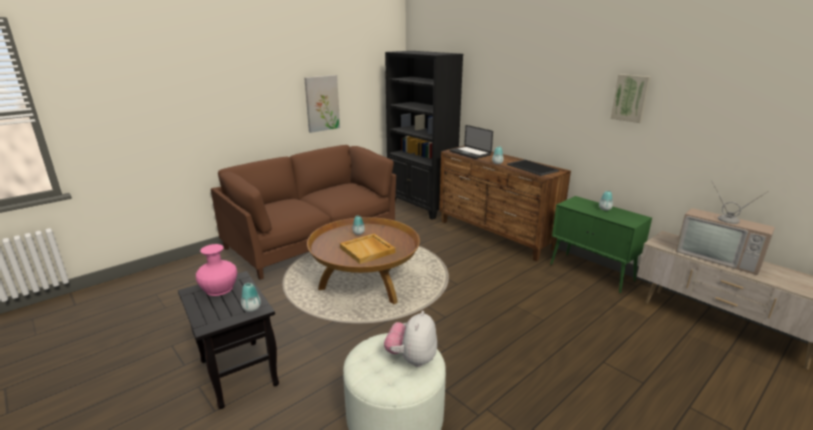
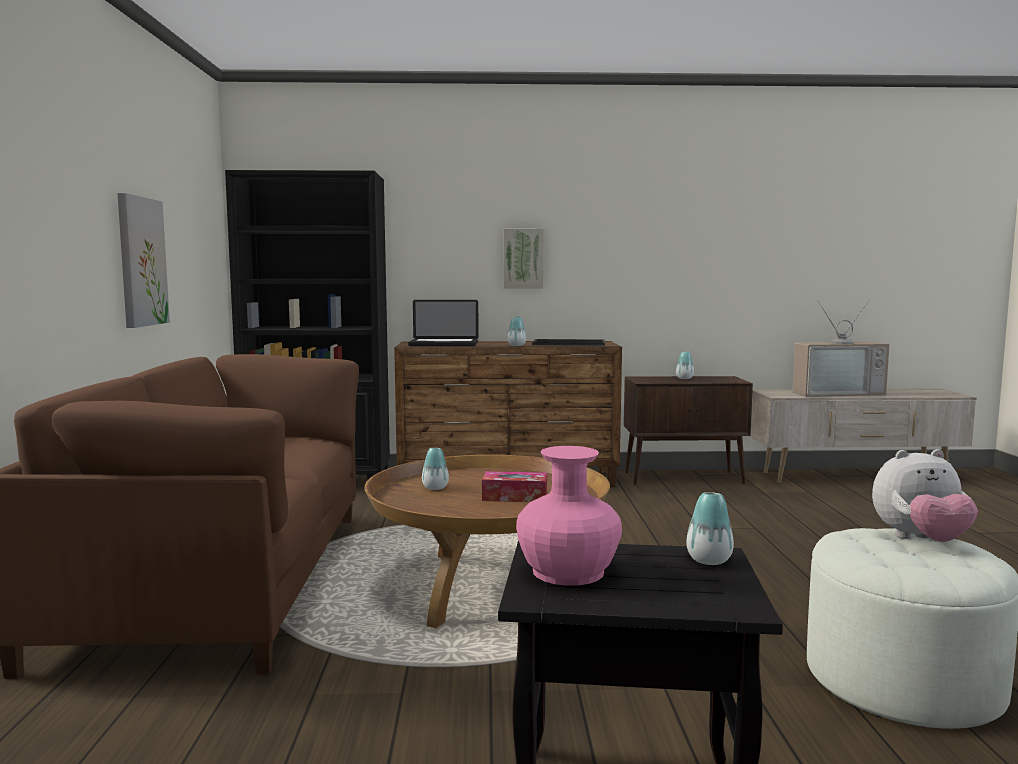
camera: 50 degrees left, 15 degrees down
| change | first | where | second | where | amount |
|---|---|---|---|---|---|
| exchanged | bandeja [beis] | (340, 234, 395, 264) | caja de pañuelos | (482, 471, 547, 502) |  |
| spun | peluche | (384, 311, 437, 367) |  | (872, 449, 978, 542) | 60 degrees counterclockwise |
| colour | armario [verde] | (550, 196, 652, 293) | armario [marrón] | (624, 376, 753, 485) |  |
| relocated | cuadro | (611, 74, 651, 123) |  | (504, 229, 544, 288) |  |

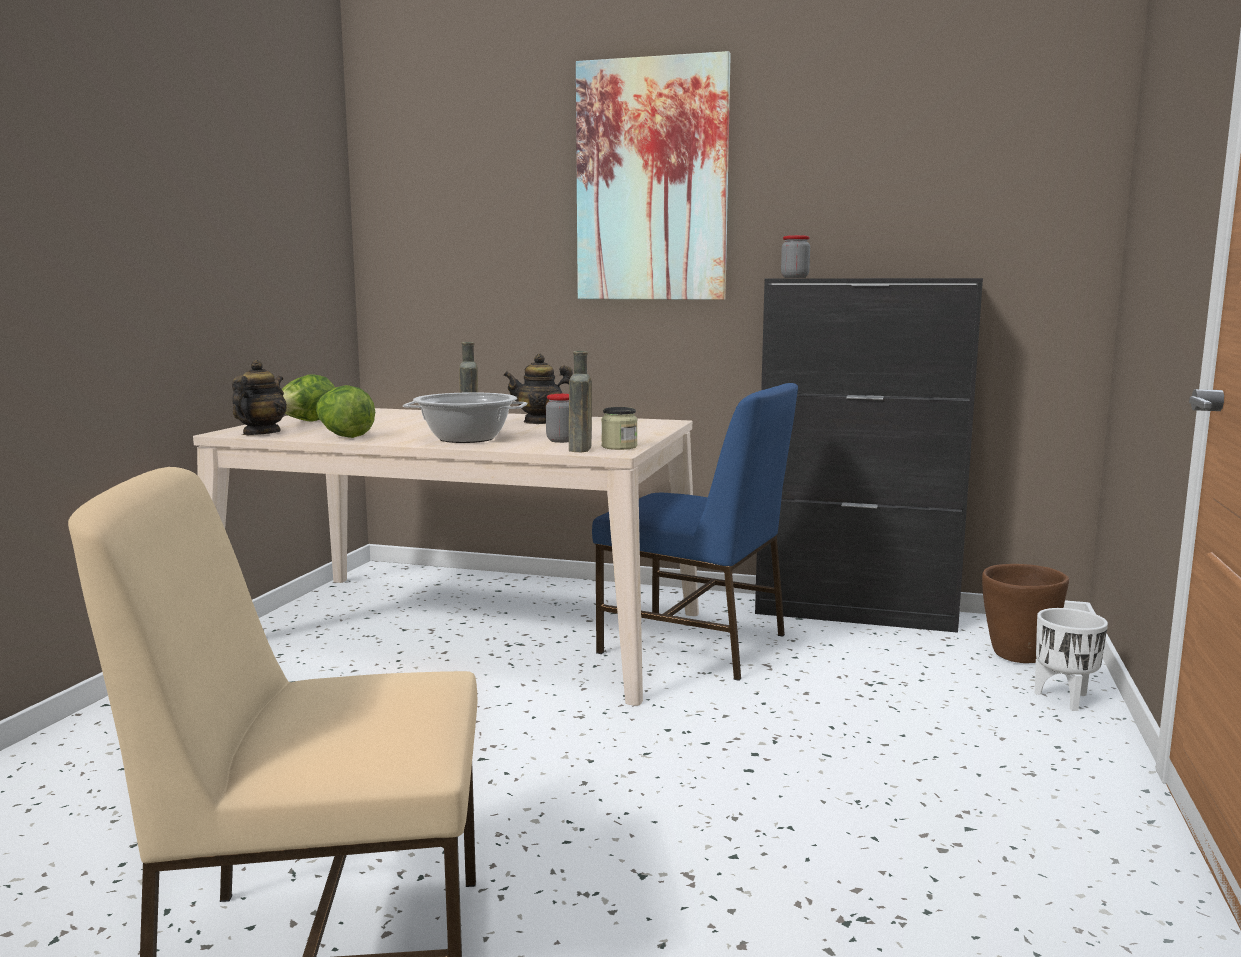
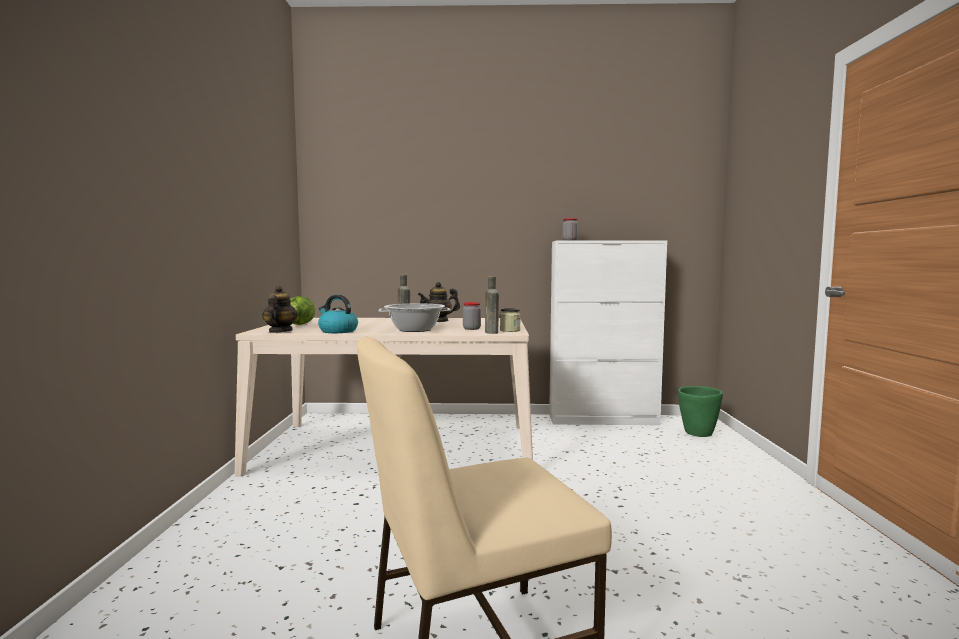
camera: 15 degrees left, 5 degrees down
| change | first | where | second | where | amount |
|---|---|---|---|---|---|
| exchanged | lechuga | (316, 385, 375, 438) | hervidor | (318, 295, 358, 333) |  |
| missing | cuadro | (576, 51, 731, 300) |  |  |  |
| missing | silla [azul] | (592, 383, 798, 681) |  |  |  |
| colour | armario [negro] | (755, 278, 983, 633) | armario [blanco] | (549, 241, 667, 425) |  |
| colour | maceta [marrón] | (982, 564, 1069, 663) | maceta [verde] | (678, 386, 723, 437) |  |
| missing | maceta [blanco] | (1035, 608, 1108, 711) |  |  |  |

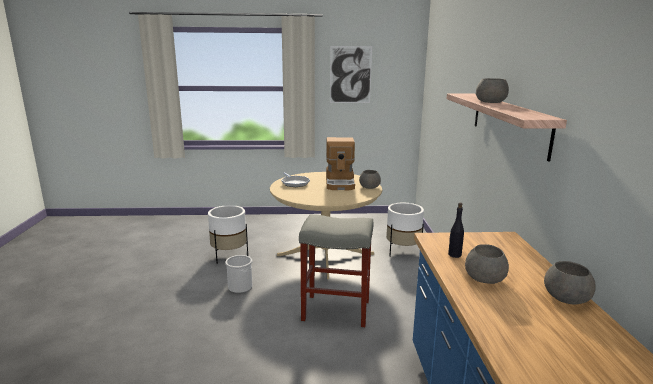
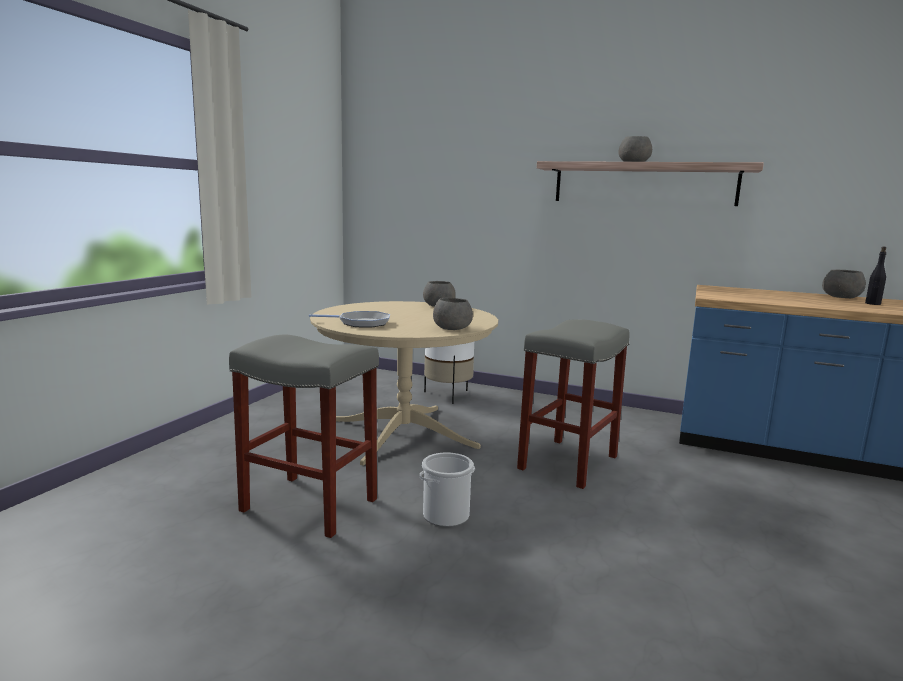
camera: 65 degrees left, 5 degrees down
| change | first | where | second | where | amount |
|---|---|---|---|---|---|
| exchanged | maceta [blanco] | (208, 205, 248, 264) | taburete [gris] | (229, 335, 379, 538) |  |
| missing | cafetera | (326, 137, 355, 190) |  |  |  |
| missing | cuadro | (330, 46, 372, 103) |  |  |  |
| relocated | botella [negro] | (448, 203, 464, 258) |  | (865, 247, 886, 305) |  |
| relocated | cuenco [gris] | (465, 244, 509, 284) |  | (433, 297, 473, 330) |  |

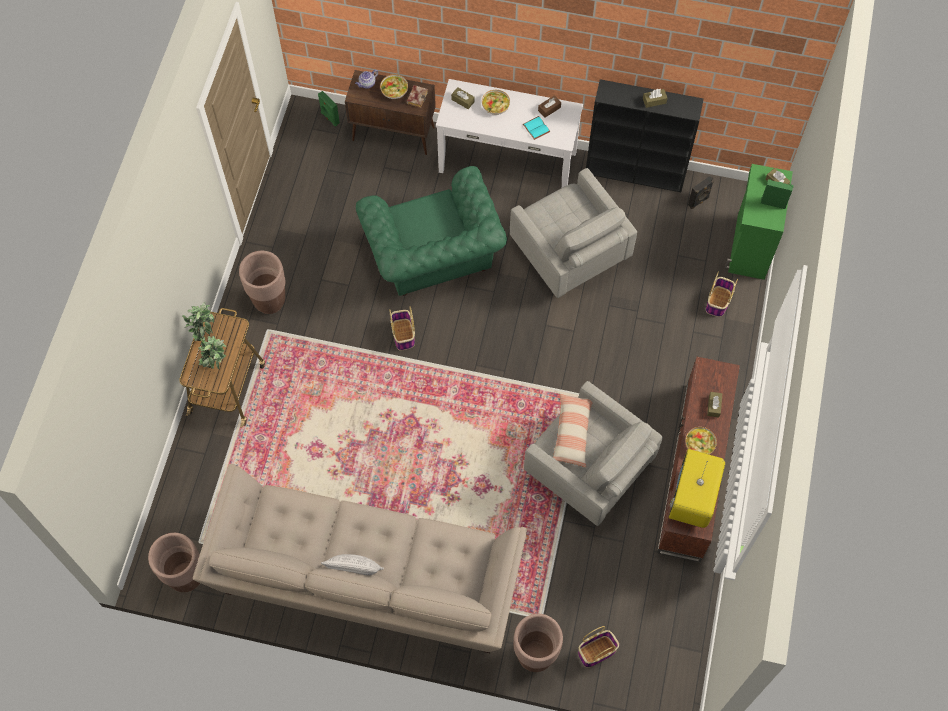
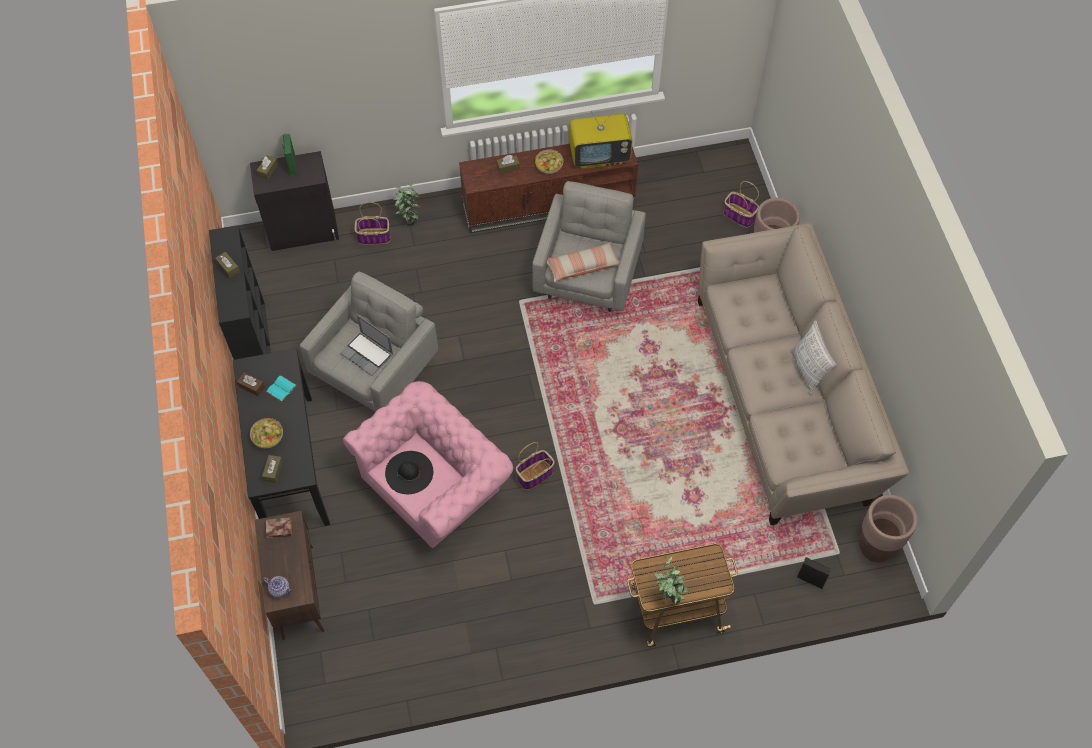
camera: 115 degrees left, 5 degrees down
| change | first | where | second | where | amount |
|---|---|---|---|---|---|
| relocated | planta en maceta | (198, 336, 226, 369) |  | (393, 183, 420, 226) |  |
| missing | maceta [marrón] | (239, 251, 285, 314) |  |  |  |
| missing | altavoz [verde] | (318, 91, 340, 126) |  |  |  |
| colour | sillón [verde] | (356, 166, 507, 296) | sillón [rosa] | (343, 381, 513, 548) |  |
| missing | cuenco | (380, 74, 408, 99) |  |  |  |
| colour | mesa consola [blanco] | (436, 79, 583, 188) | mesa consola [negro] | (233, 348, 330, 526) |  |
| relocated | altavoz [negro] | (688, 176, 714, 209) |  | (797, 557, 832, 589) |  |
| colour | armario [verde] | (725, 164, 793, 280) | armario [negro] | (250, 151, 339, 251) |  |
| appeared |  |  | portátil | (340, 315, 393, 376) |  |
| appeared |  |  | sombrero [negro] | (385, 451, 433, 494) |  |

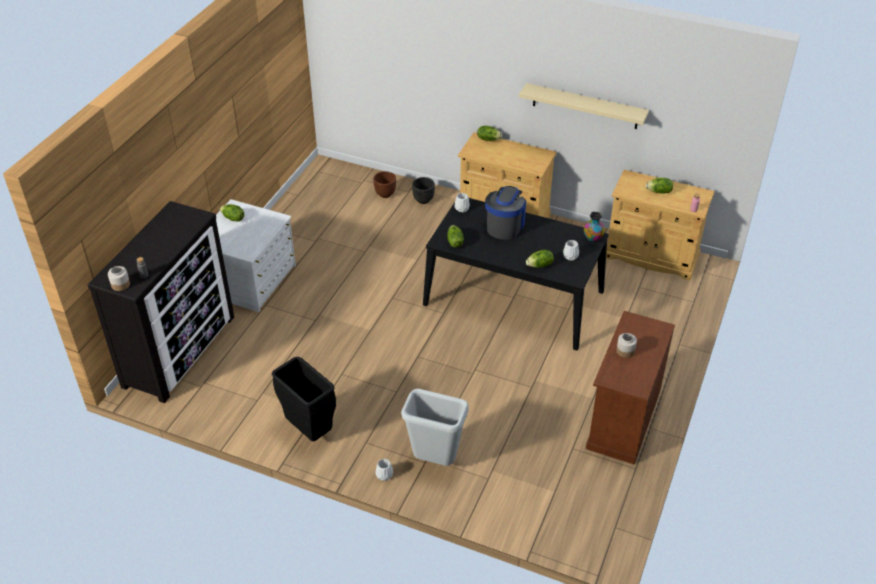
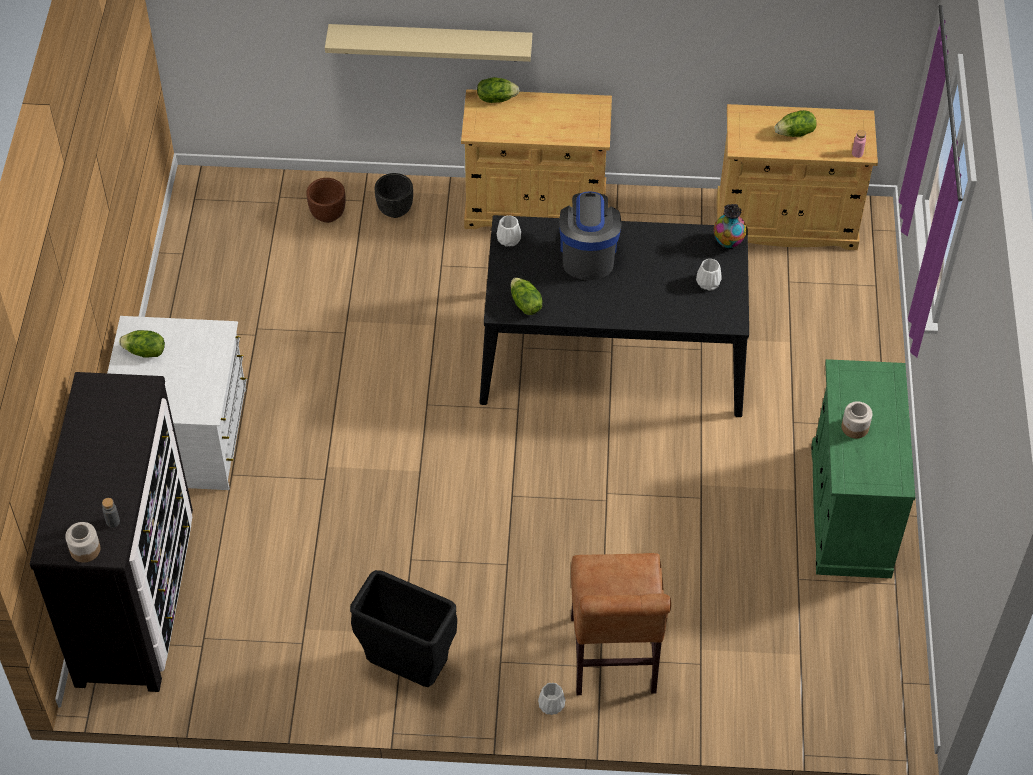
camera: 20 degrees left, 10 degrees up
| change | first | where | second | where | amount |
|---|---|---|---|---|---|
| exchanged | papelera [gris] | (401, 389, 469, 466) | silla [marrón] | (571, 553, 671, 695) |  |
| relocated | estante [beis] | (519, 83, 649, 129) |  | (325, 24, 532, 62) |  |
| missing | lechuga | (526, 250, 554, 267) |  |  |  |
| colour | armario [marrón] | (586, 311, 675, 464) | armario [verde] | (811, 359, 915, 578) |  |

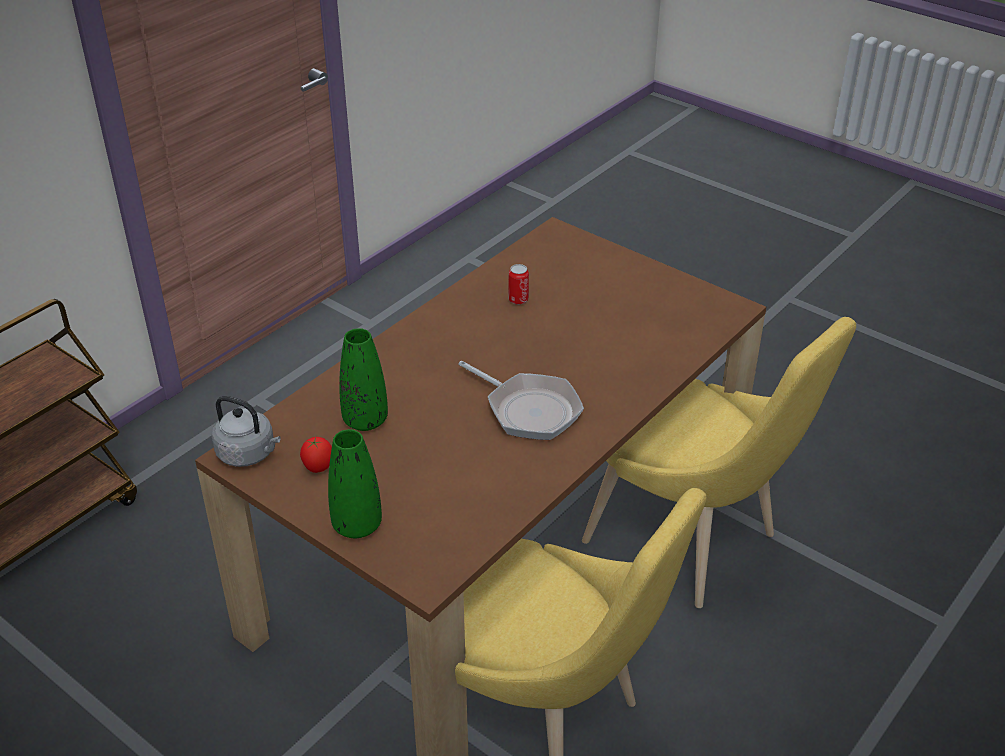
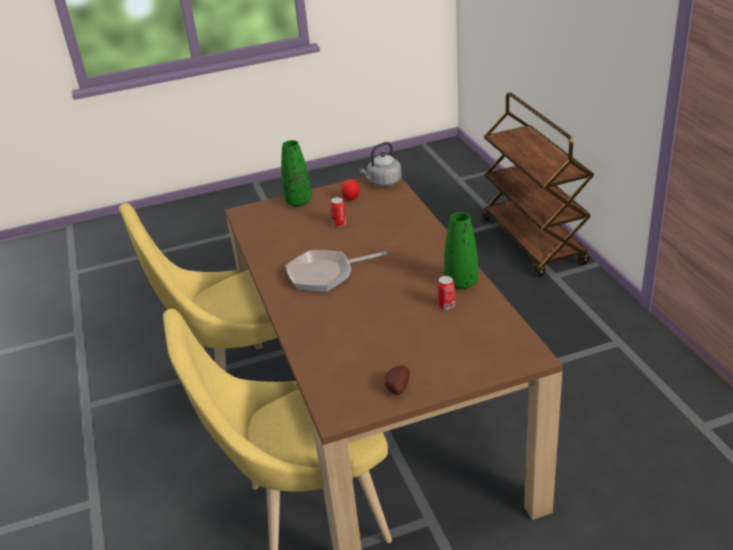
camera: 125 degrees right, 5 degrees down
| change | first | where | second | where | amount |
|---|---|---|---|---|---|
| relocated | florero [verde] | (339, 328, 388, 431) |  | (444, 212, 478, 289) |  |
| appeared |  |  | lata | (330, 197, 347, 227) |  |
| appeared |  |  | patata | (385, 365, 410, 395) |  |

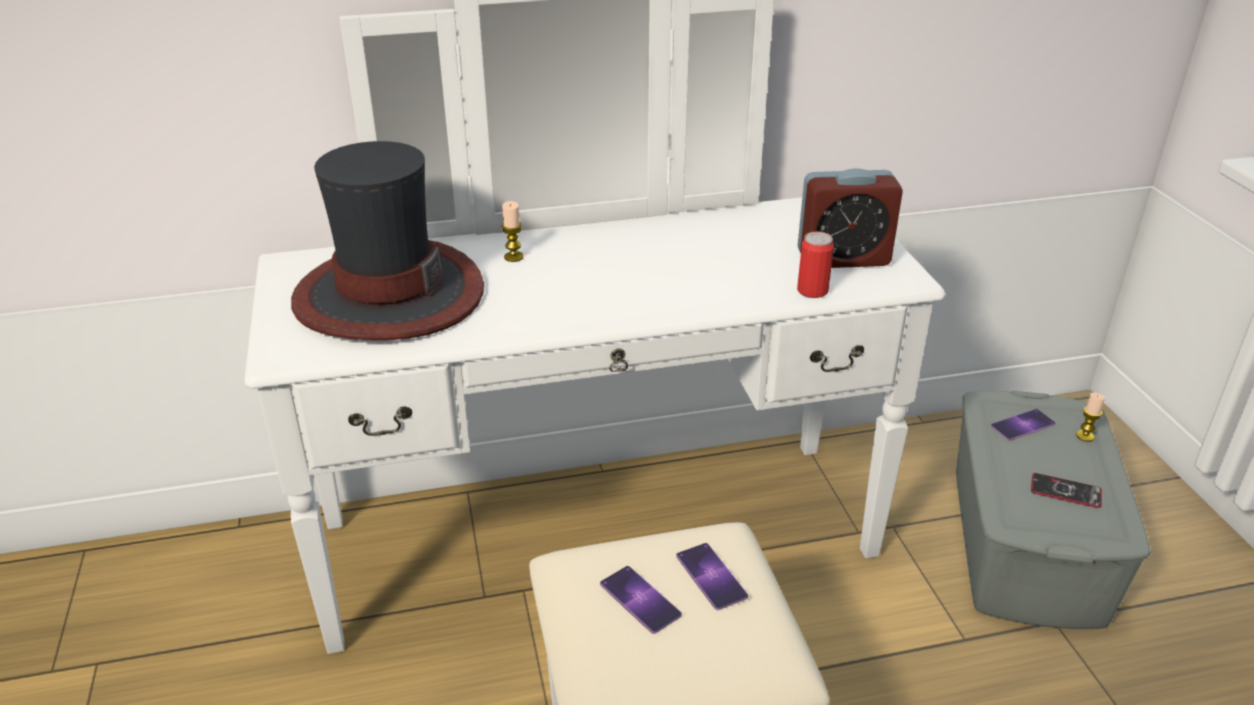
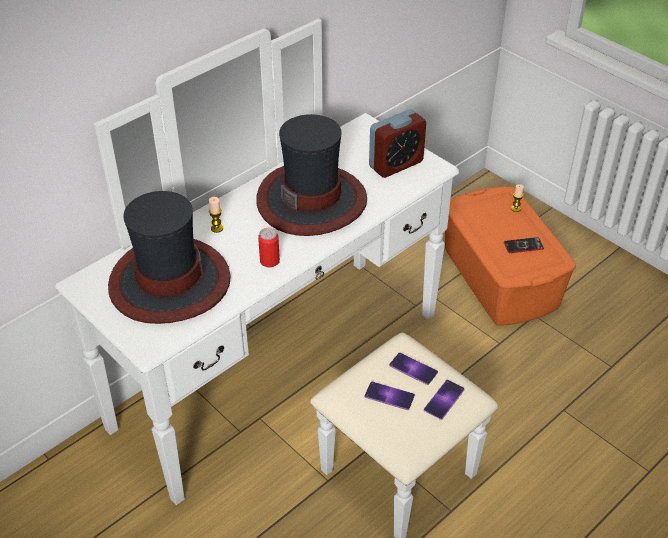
camera: 30 degrees left, 10 degrees up
| change | first | where | second | where | amount |
|---|---|---|---|---|---|
| relocated | lata | (797, 232, 834, 298) |  | (258, 228, 280, 267) |  |
| colour | caja de almacenaje [gris] | (956, 391, 1151, 629) | caja de almacenaje [naranja] | (445, 186, 576, 326) |  |
| relocated | móvil | (991, 409, 1055, 441) |  | (424, 380, 464, 420) |  |
| appeared |  |  | sombrero | (256, 114, 367, 236) |  |

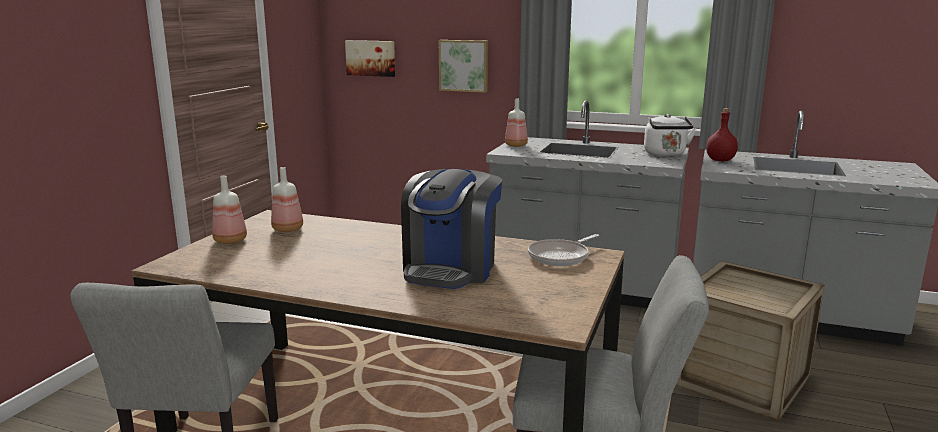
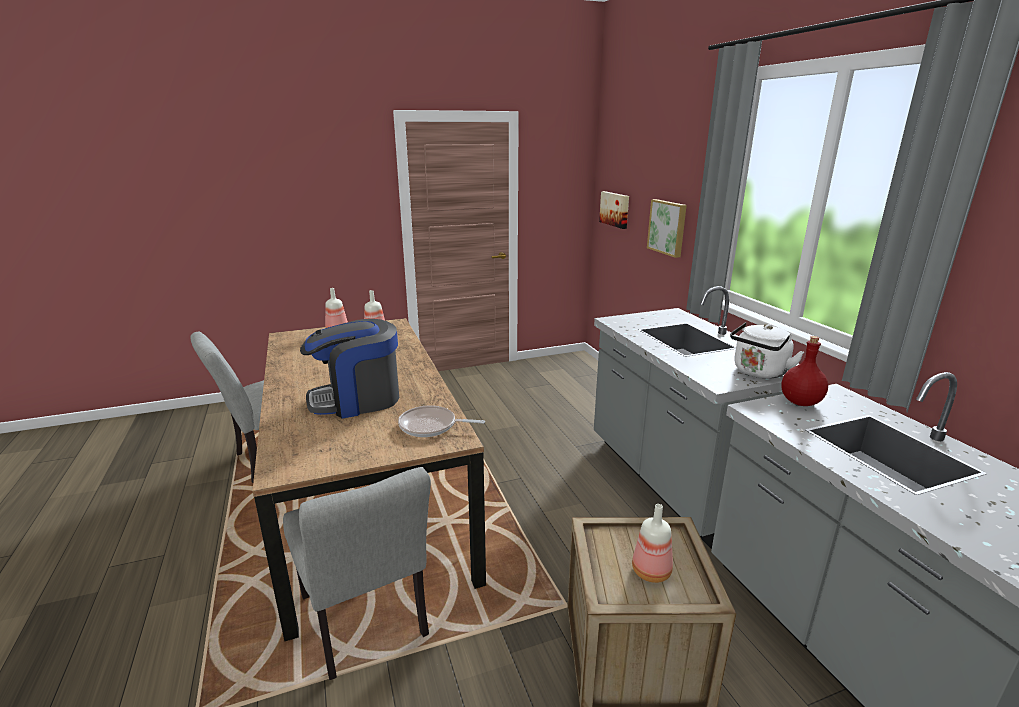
camera: 50 degrees right, 5 degrees up
| change | first | where | second | where | amount |
|---|---|---|---|---|---|
| relocated | botella | (505, 99, 528, 147) |  | (632, 504, 673, 583) |  |

